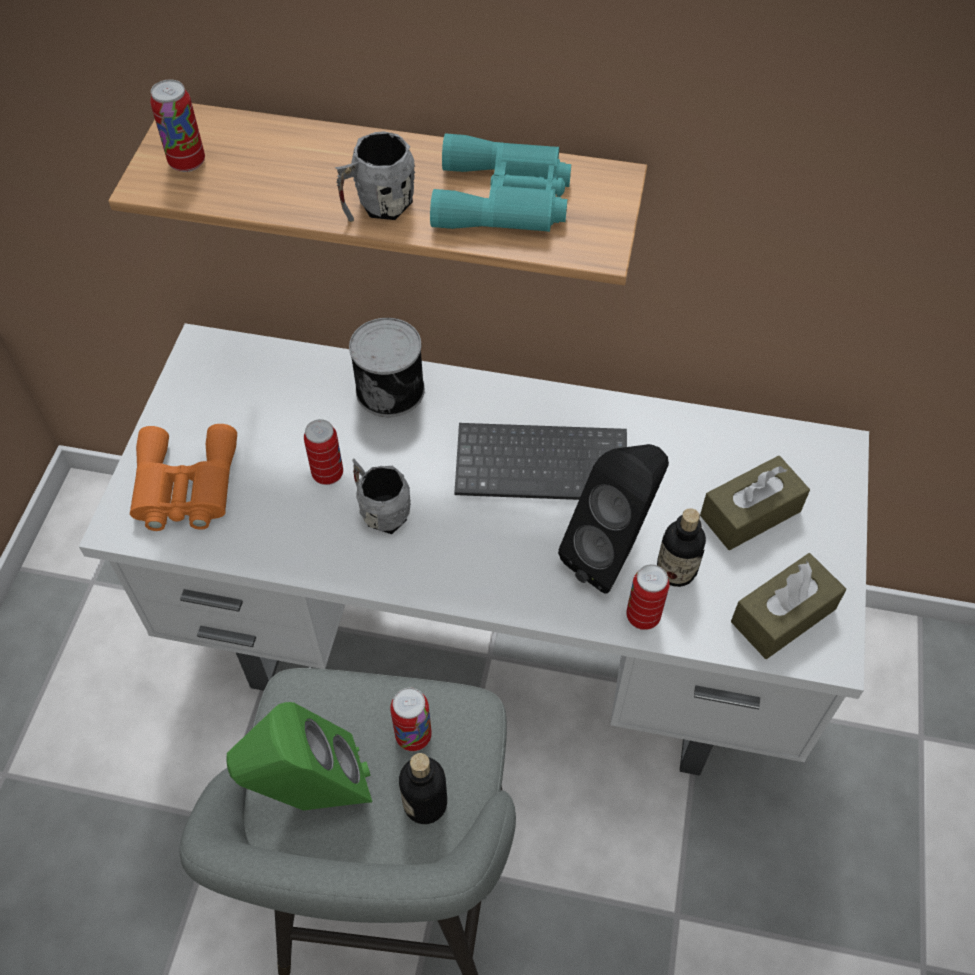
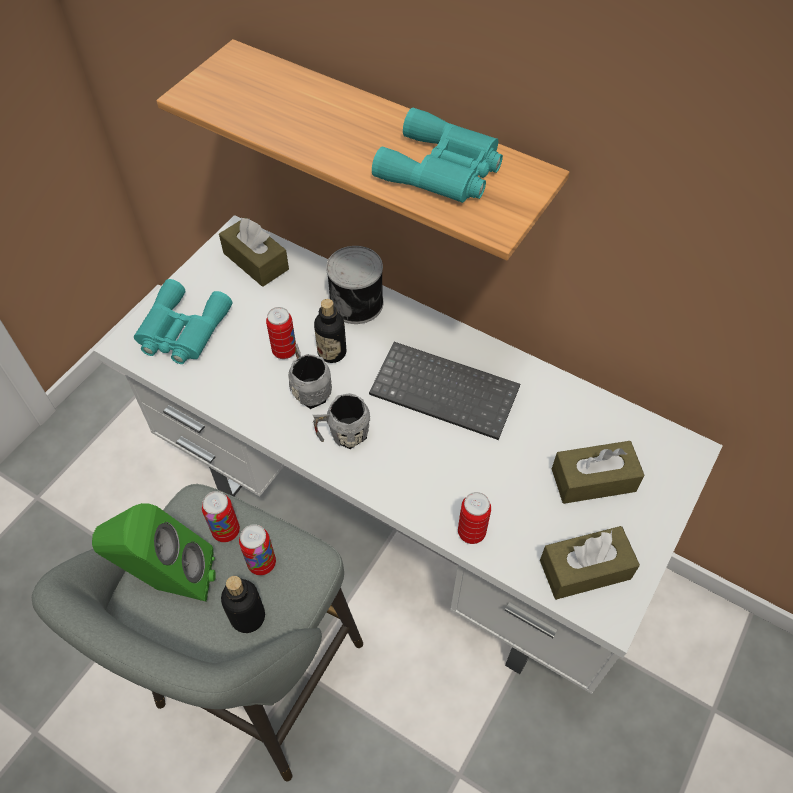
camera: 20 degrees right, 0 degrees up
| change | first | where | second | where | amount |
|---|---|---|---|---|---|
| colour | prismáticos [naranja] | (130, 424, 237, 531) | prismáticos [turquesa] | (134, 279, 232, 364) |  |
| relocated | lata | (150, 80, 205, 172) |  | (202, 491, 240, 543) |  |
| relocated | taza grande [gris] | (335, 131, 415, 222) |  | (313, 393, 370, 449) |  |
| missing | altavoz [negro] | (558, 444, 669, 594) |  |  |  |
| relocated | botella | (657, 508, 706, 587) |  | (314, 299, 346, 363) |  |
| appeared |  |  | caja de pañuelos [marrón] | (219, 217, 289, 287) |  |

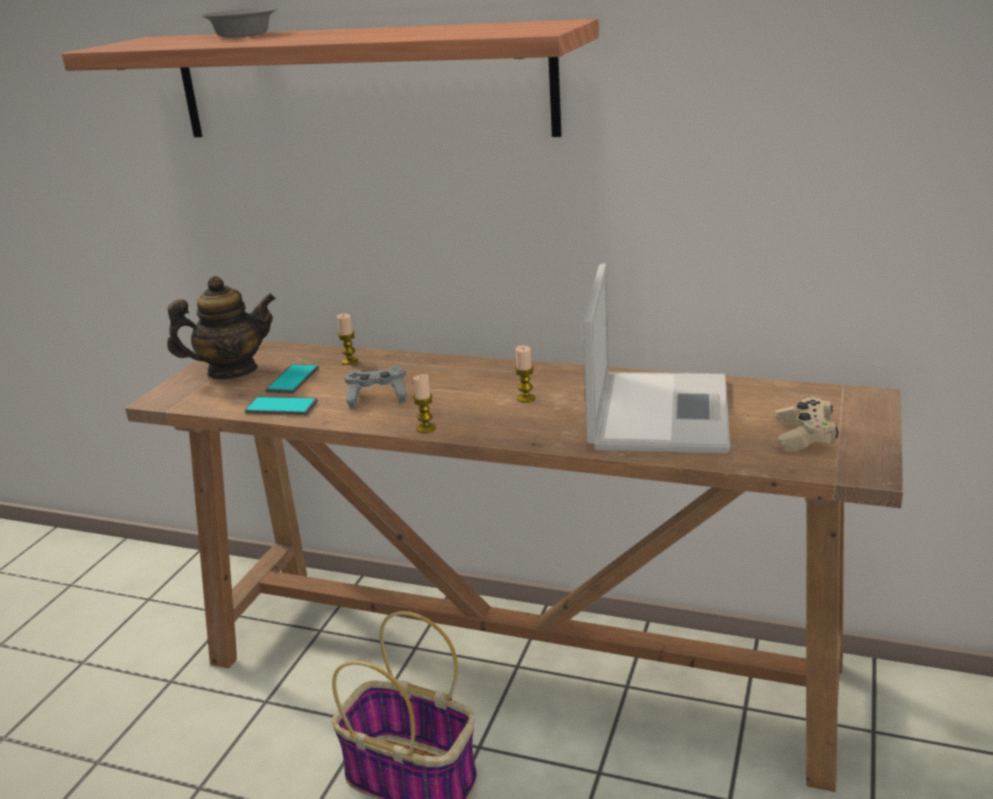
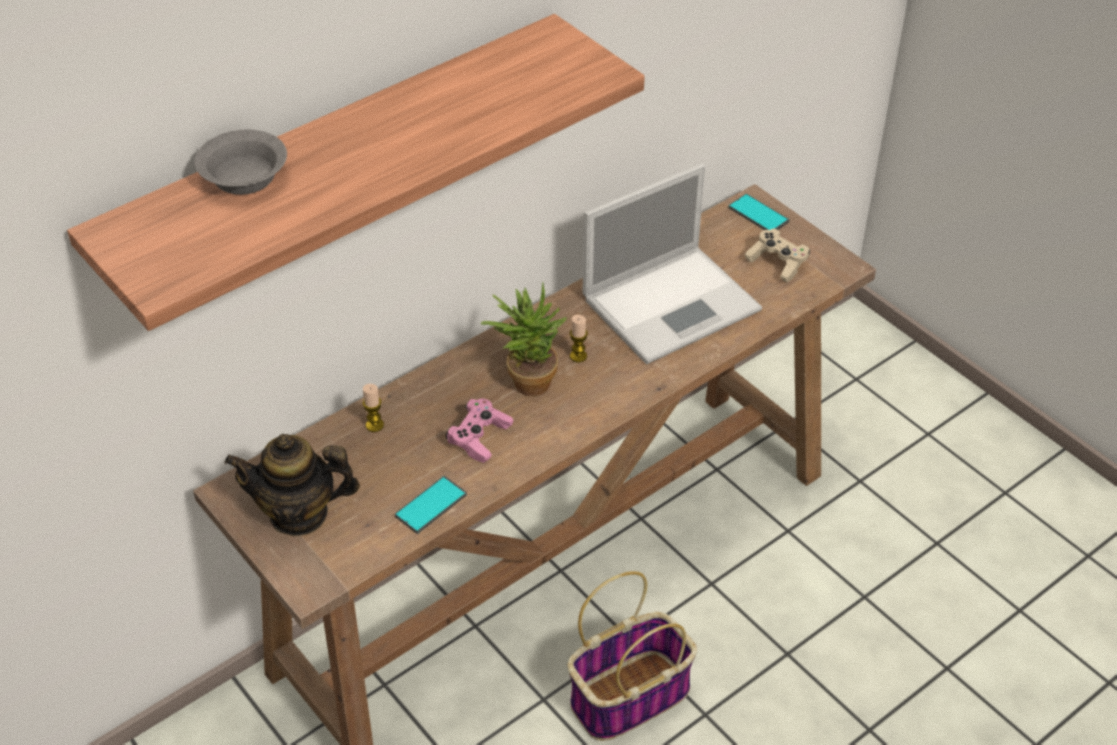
camera: 60 degrees left, 20 degrees up
| change | first | where | second | where | amount |
|---|---|---|---|---|---|
| spun | tetera | (167, 276, 276, 379) |  | (224, 434, 360, 536) | 105 degrees counterclockwise |
| relocated | móvil | (266, 364, 319, 394) |  | (728, 194, 789, 230) |  |
| colour | mando de consola [gris] | (344, 366, 407, 408) | mando de consola [rosa] | (446, 399, 513, 463) |  |
| missing | vela | (413, 374, 436, 433) |  |  |  |
| spun | portátil | (583, 263, 730, 454) |  | (583, 163, 762, 364) | 105 degrees clockwise |
| appeared |  |  | planta en maceta | (481, 282, 567, 396) |  |

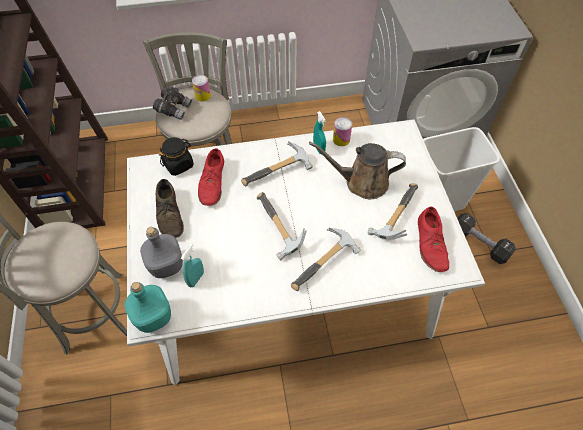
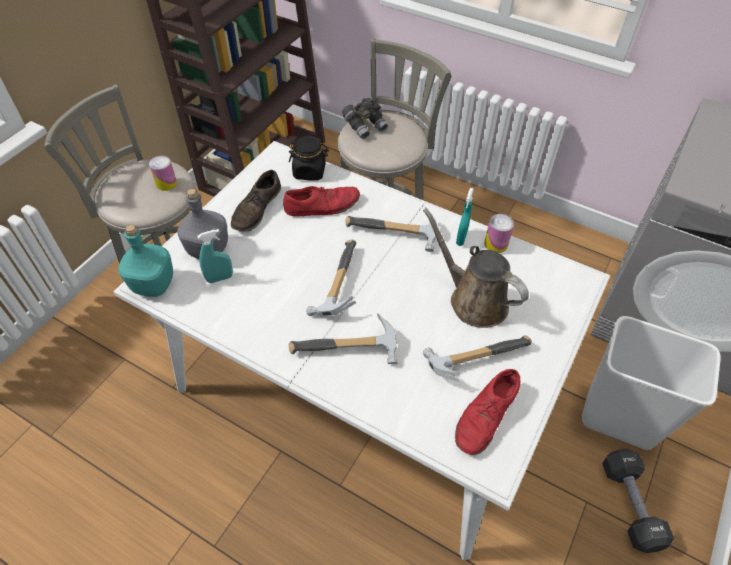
camera: 40 degrees right, 5 degrees down
| change | first | where | second | where | amount |
|---|---|---|---|---|---|
| relocated | lata | (192, 75, 211, 102) |  | (149, 156, 177, 191) |  |
| spun | zapato [rojo] | (198, 148, 224, 206) |  | (283, 186, 360, 217) | 150 degrees counterclockwise |

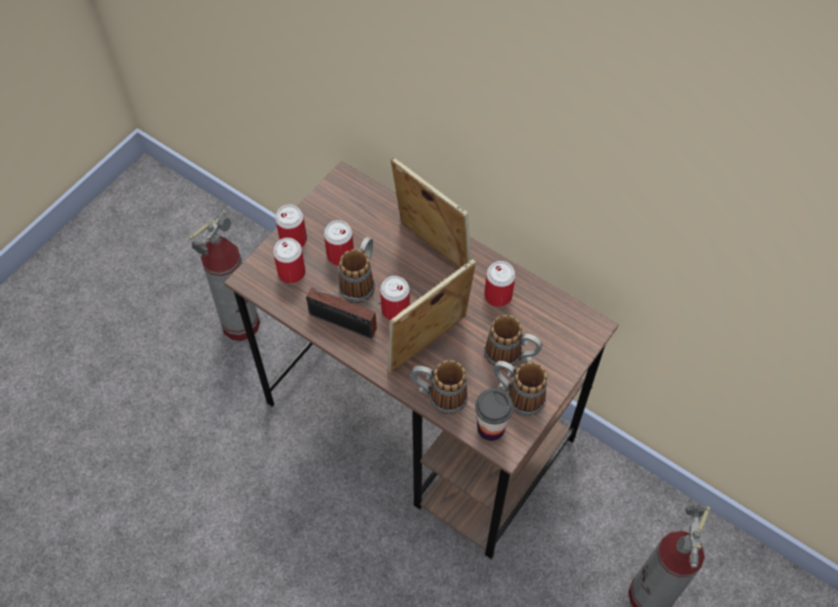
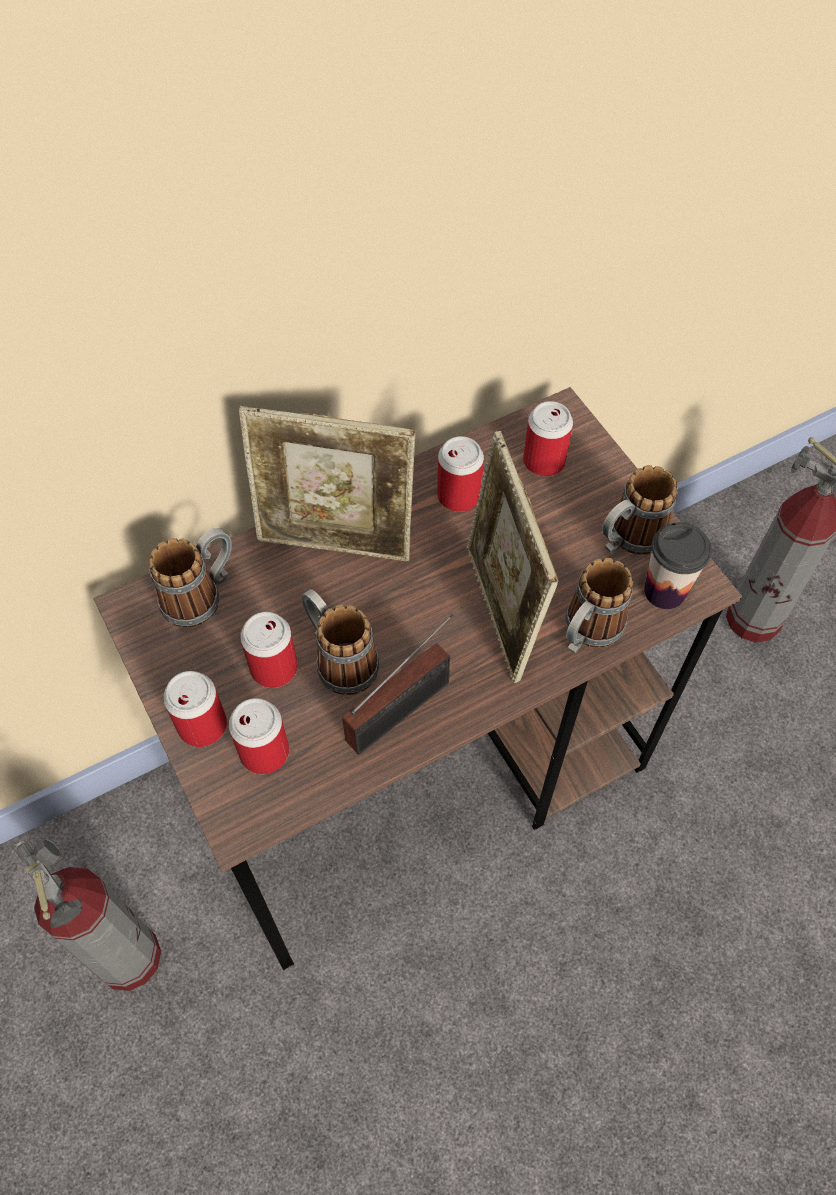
camera: 65 degrees left, 0 degrees up
| change | first | where | second | where | amount |
|---|---|---|---|---|---|
| relocated | lata | (380, 276, 410, 320) |  | (523, 401, 573, 476) |  |
| spun | portarretratos | (390, 157, 471, 269) |  | (239, 406, 415, 561) | 150 degrees counterclockwise |
| relocated | taza grande | (484, 315, 542, 369) |  | (149, 528, 232, 628) |  |

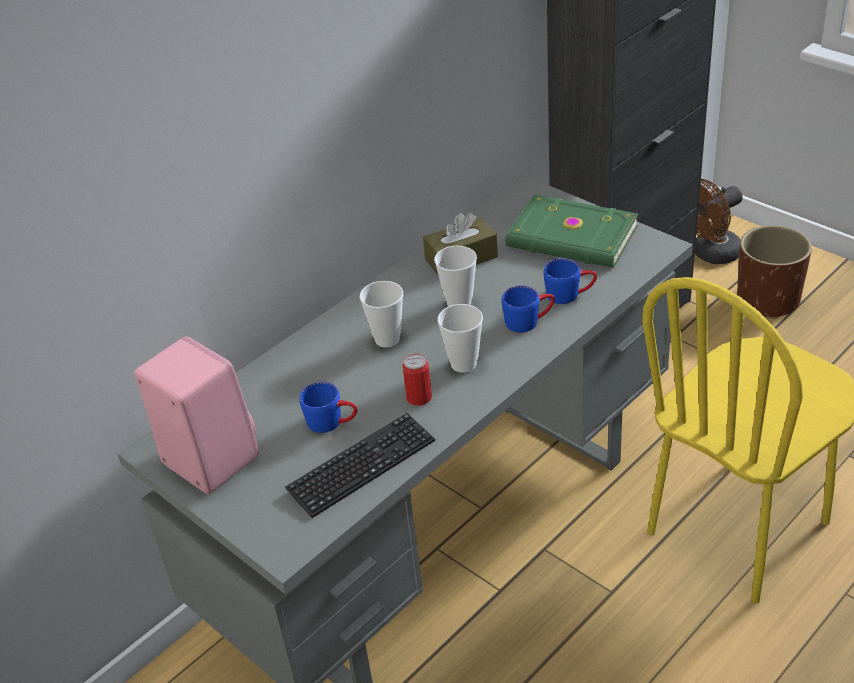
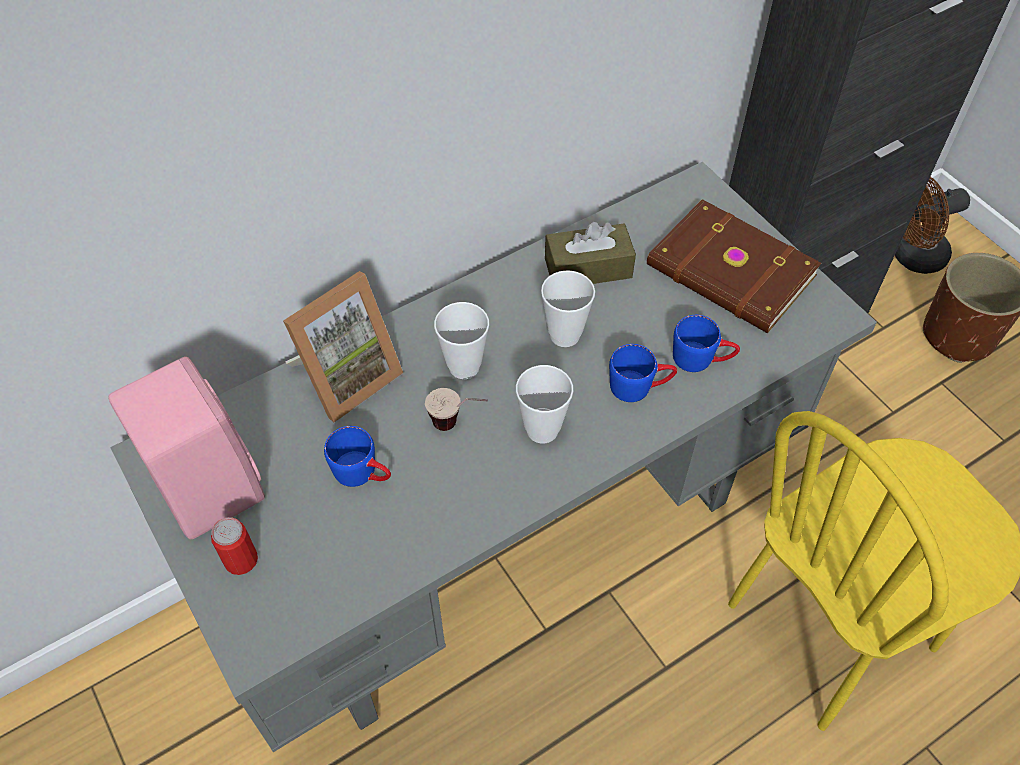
camera: 10 degrees right, 15 degrees up
| change | first | where | second | where | amount |
|---|---|---|---|---|---|
| missing | teclado | (285, 413, 435, 518) |  |  |  |
| relocated | lata | (403, 353, 432, 406) |  | (211, 517, 258, 575) |  |
| colour | libro [verde] | (506, 194, 638, 268) | libro [marrón] | (647, 199, 821, 333) |  |
| appeared |  |  | portarretratos | (283, 271, 403, 422) |  |
| appeared |  |  | taza | (425, 388, 488, 431) |  |

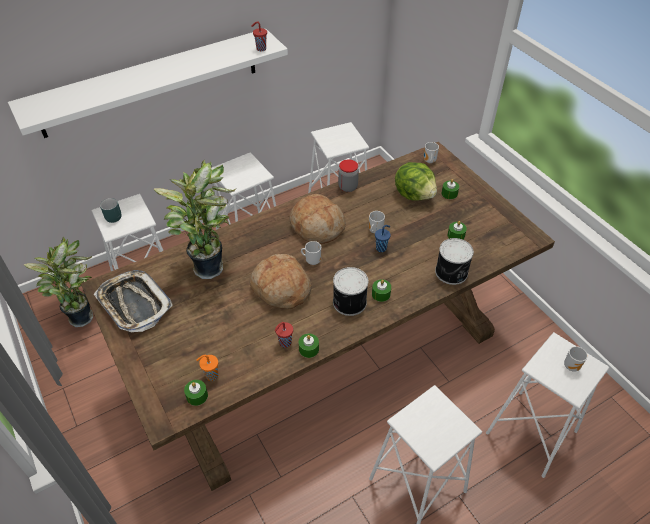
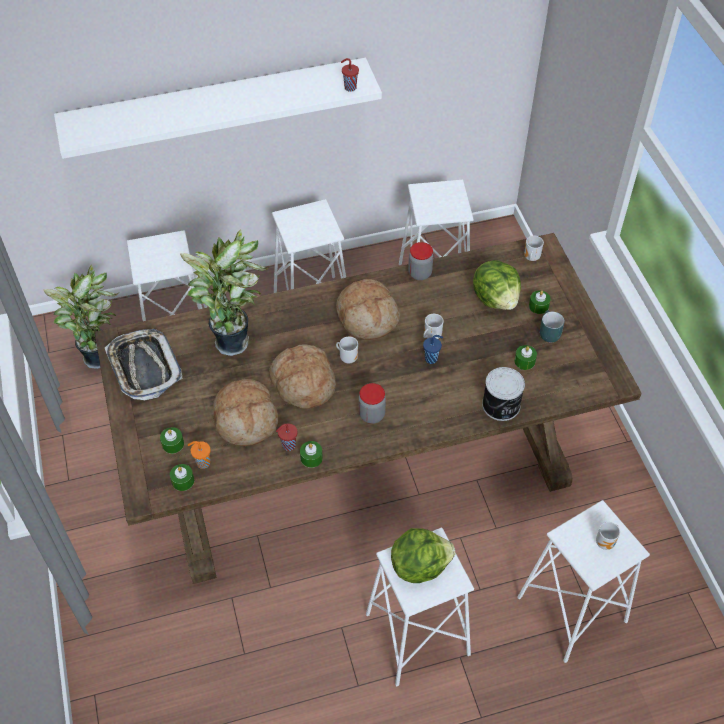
camera: 15 degrees right, 5 degrees up
| change | first | where | second | where | amount |
|---|---|---|---|---|---|
| relocated | taza grande [turquesa] | (100, 198, 121, 223) |  | (540, 310, 565, 343) |  |
| exchanged | lata | (333, 267, 368, 316) | tarro | (359, 383, 386, 424) |  |
| relocated | vela [verde] | (372, 279, 391, 302) |  | (160, 427, 184, 454) |  |
| appeared |  |  | pan | (213, 379, 279, 446) |  |
| appeared |  |  | lechuga | (391, 528, 455, 583) |  |

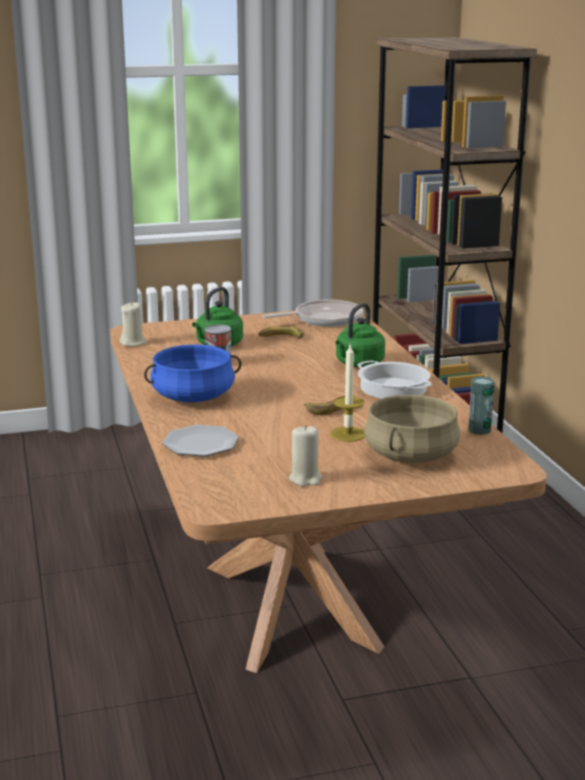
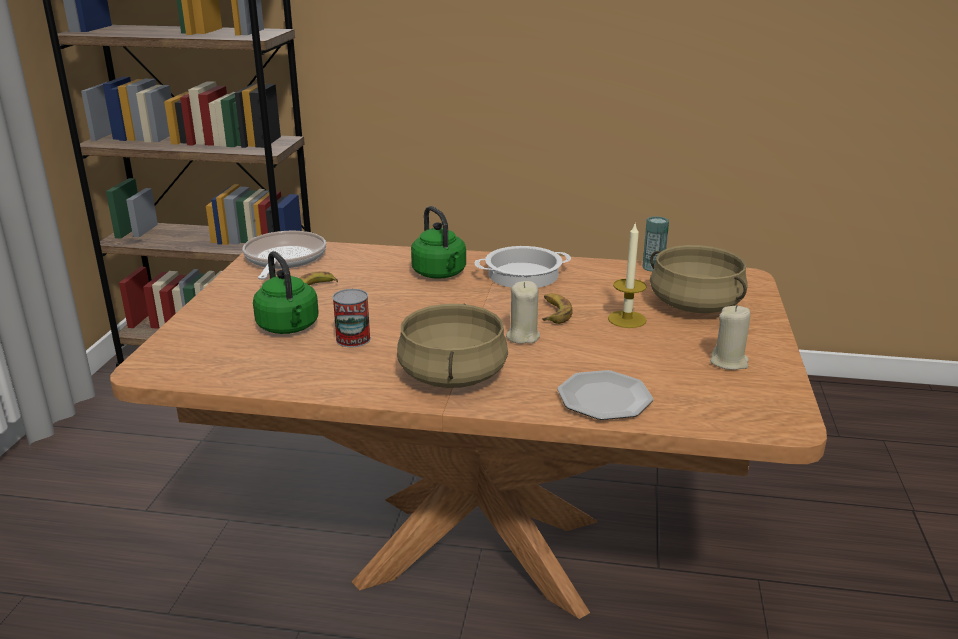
camera: 65 degrees left, 5 degrees up
| change | first | where | second | where | amount |
|---|---|---|---|---|---|
| relocated | vela [beis] | (120, 302, 147, 346) |  | (506, 281, 540, 344) |  |
| colour | olla [azul] | (144, 344, 242, 403) | olla [beis] | (397, 303, 508, 388) |  |

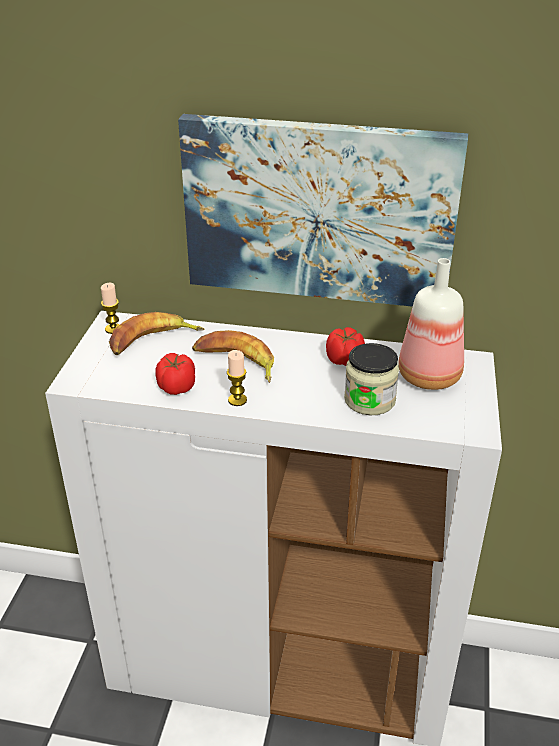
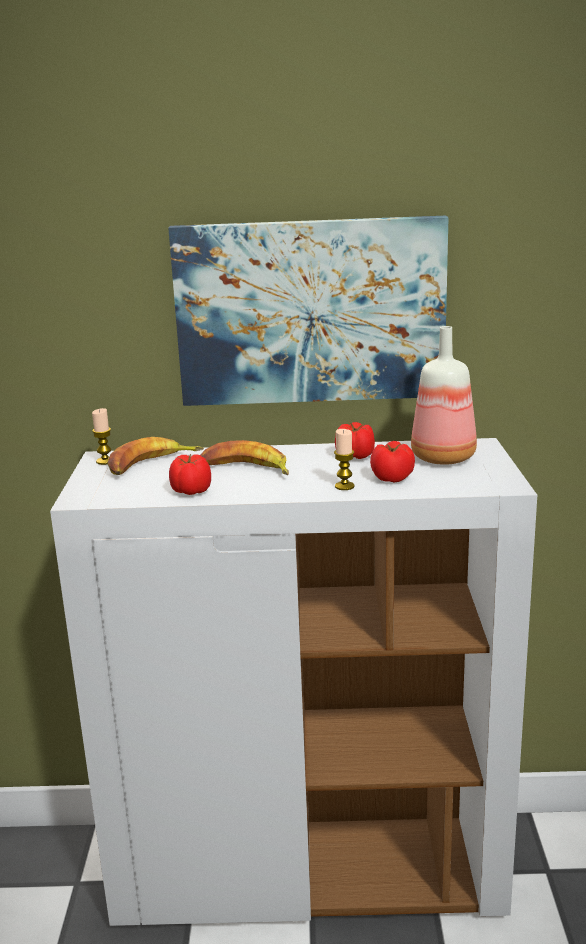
camera: 10 degrees left, 15 degrees down
| change | first | where | second | where | amount |
|---|---|---|---|---|---|
| relocated | vela | (227, 350, 247, 406) |  | (334, 429, 355, 490) |  |
| exchanged | tarro | (344, 343, 399, 415) | tomate | (370, 441, 415, 483) |  |

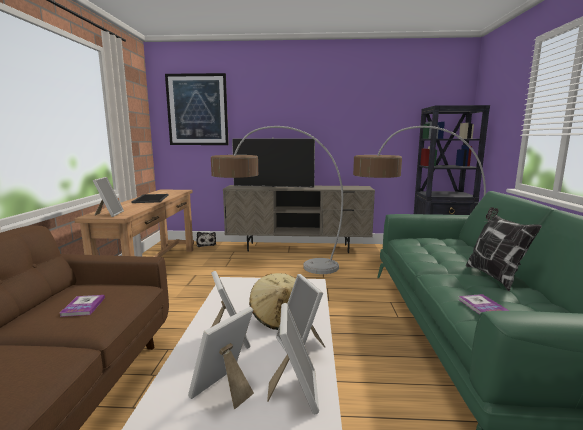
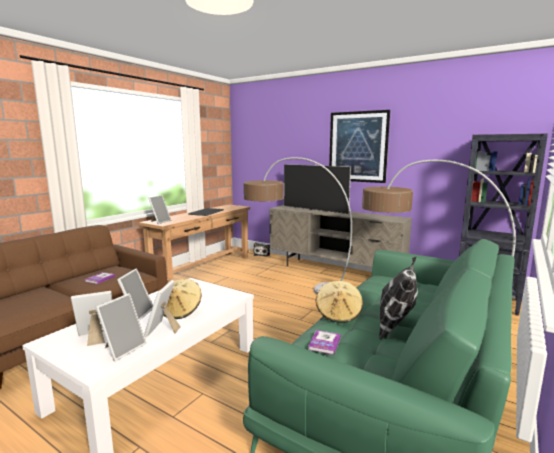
camera: 30 degrees right, 0 degrees up
| change | first | where | second | where | amount |
|---|---|---|---|---|---|
| relocated | cuadro | (165, 73, 229, 145) |  | (329, 110, 390, 183) |  |
| appeared |  |  | sombrero [beis] | (316, 281, 363, 323) |  |

